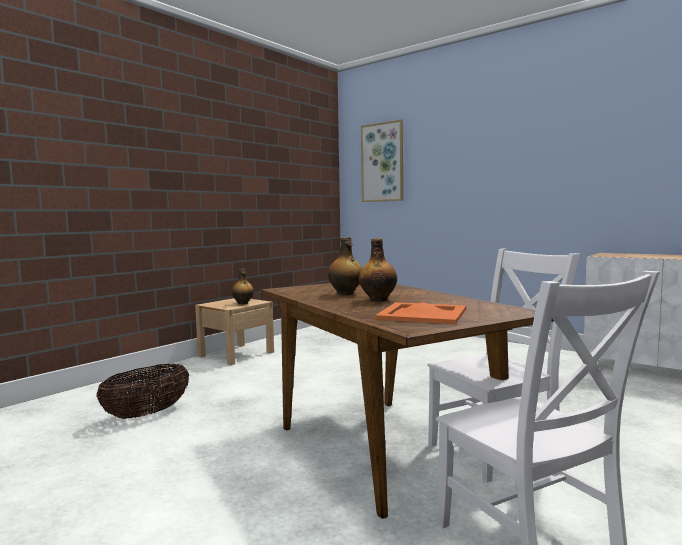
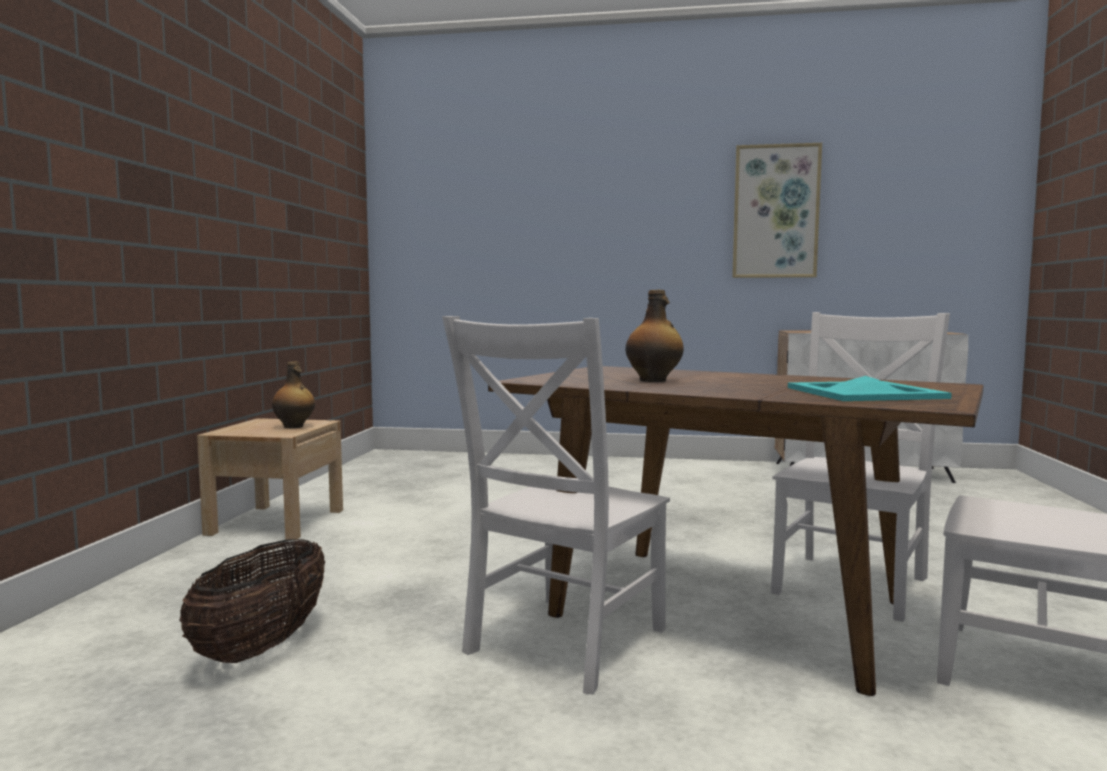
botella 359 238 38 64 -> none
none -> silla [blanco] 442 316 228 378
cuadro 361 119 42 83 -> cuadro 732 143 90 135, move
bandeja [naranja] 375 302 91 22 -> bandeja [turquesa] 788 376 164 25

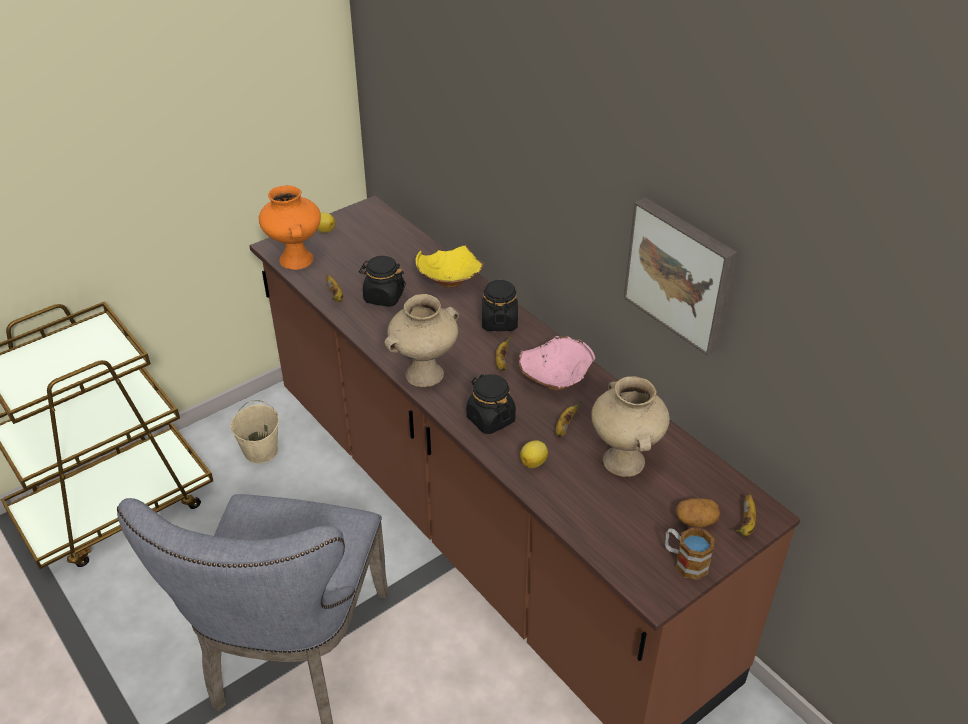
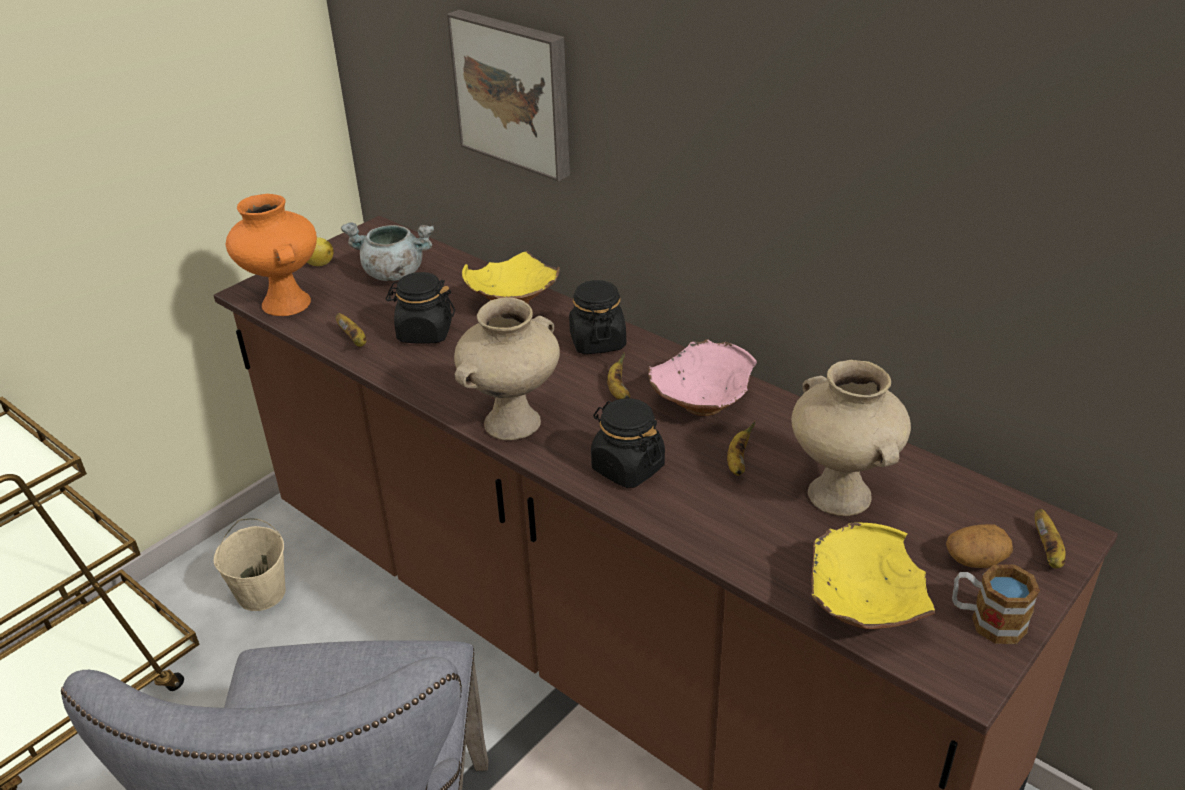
limón 520 440 28 28 -> none
none -> olla [gris] 341 223 93 58
none -> cuenco [amarillo] 812 523 124 106
cuadro 624 197 113 159 -> cuadro 447 10 123 172, move

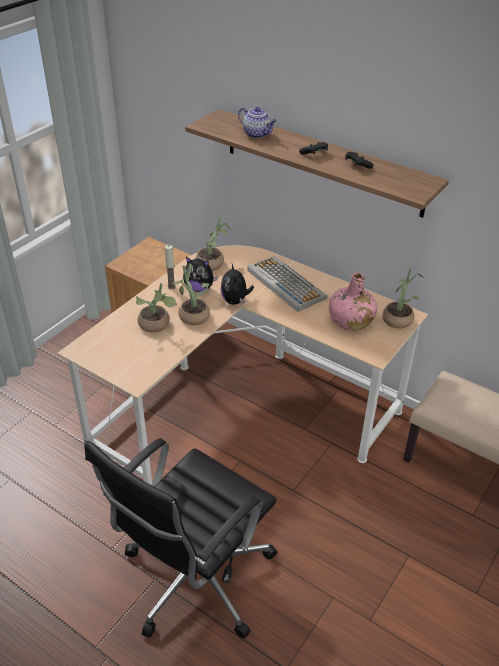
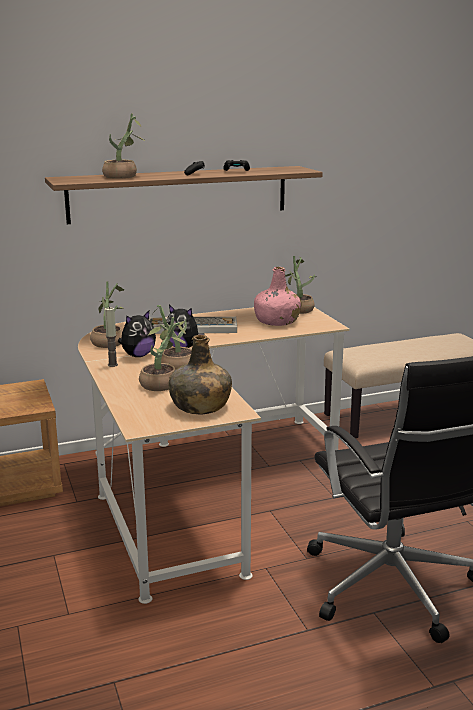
none -> botella [verde] 168 335 64 79
tetera 238 107 39 31 -> planta en maceta 102 113 44 66

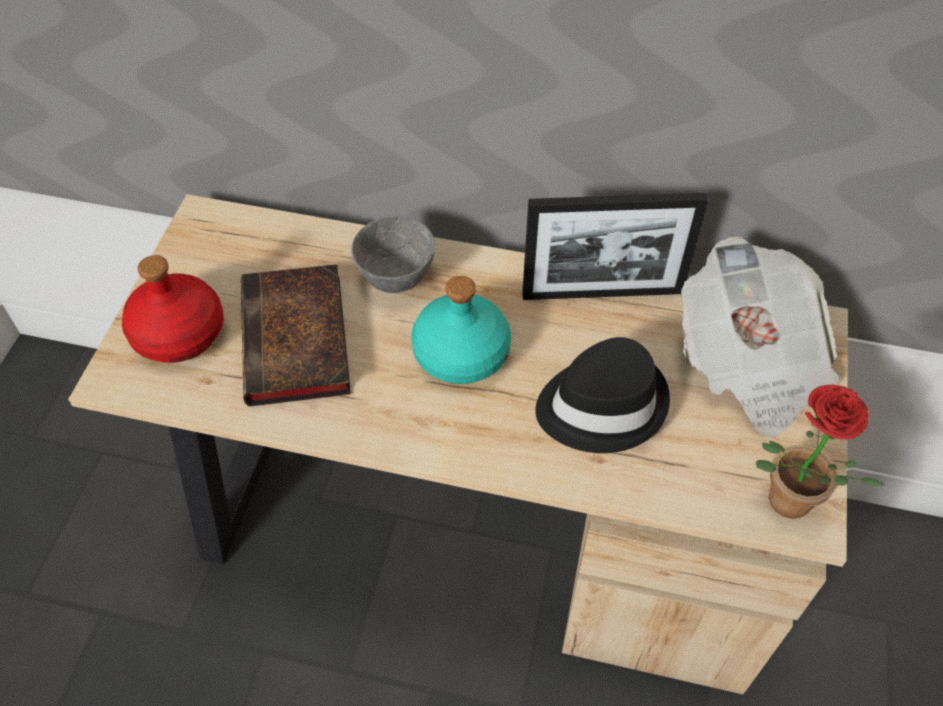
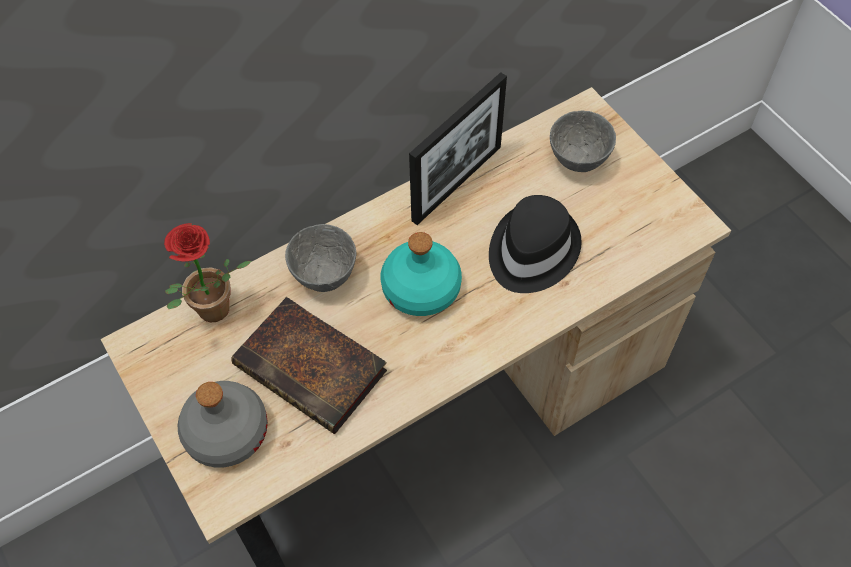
planta en maceta 756 384 130 135 -> planta en maceta 164 223 88 99, move
periódico 681 236 158 202 -> cuenco [gris] 550 111 66 61
botella [rojo] 122 255 102 108 -> botella [gris] 178 381 90 86

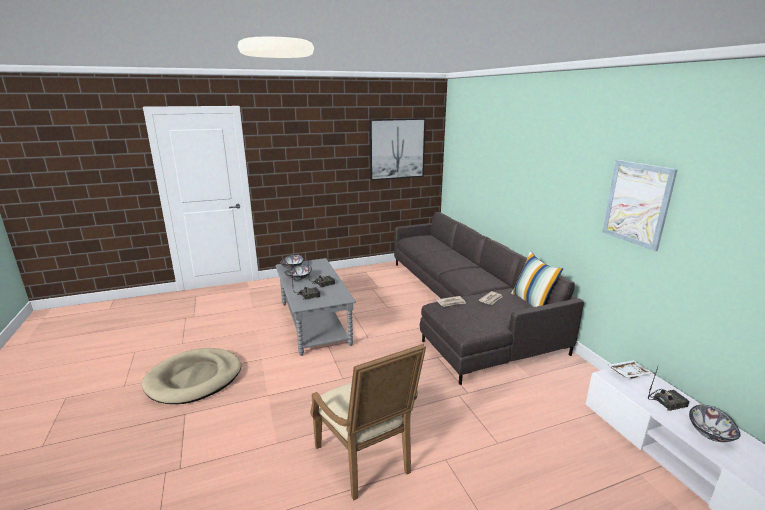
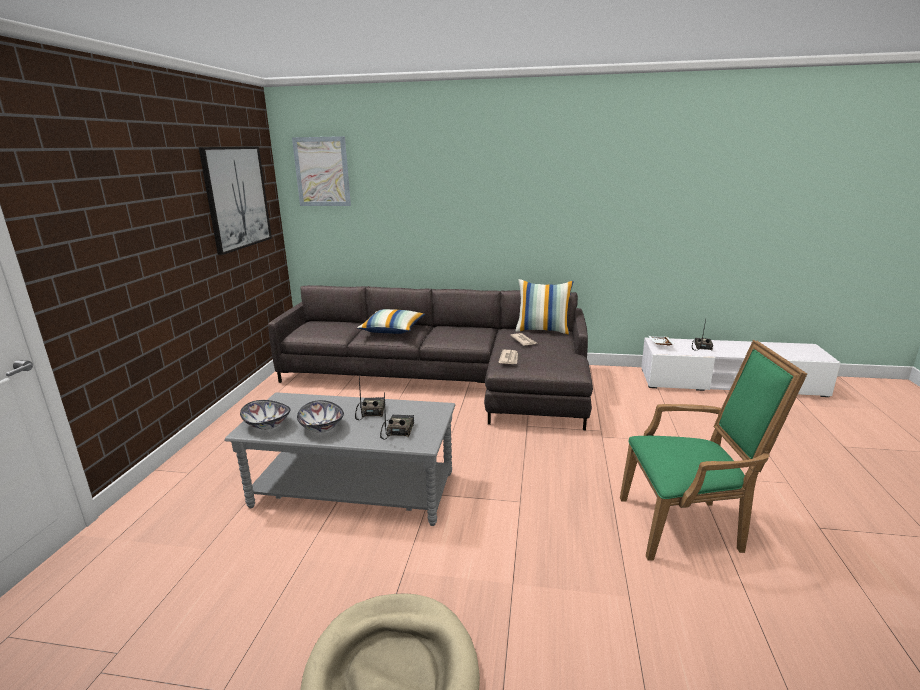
cuenco 689 405 51 37 -> none
none -> cojín 357 309 68 25
cuadro 602 160 76 91 -> cuadro 292 136 59 70, move
sillón [beis] 310 344 116 157 -> sillón [verde] 620 340 187 221

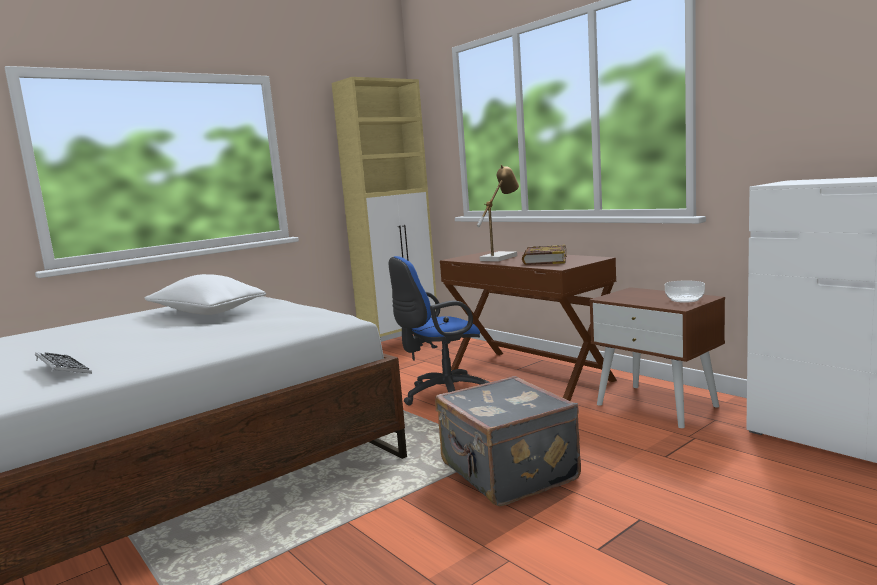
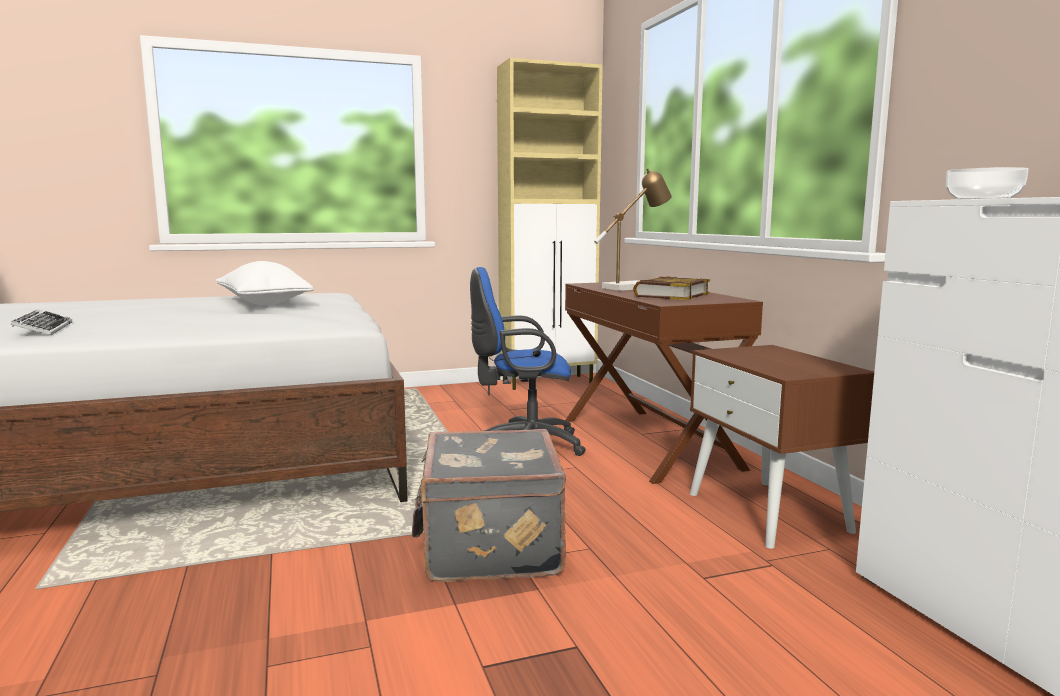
cuenco 665 280 40 23 -> cuenco 946 167 83 33, move

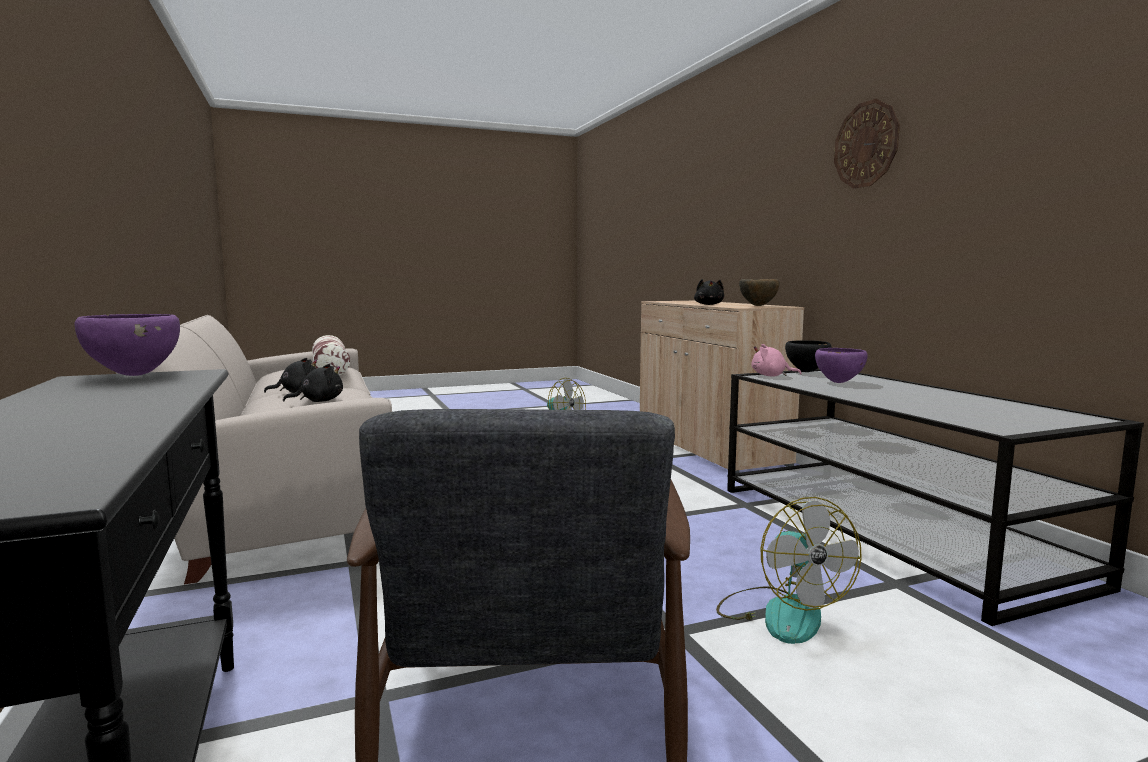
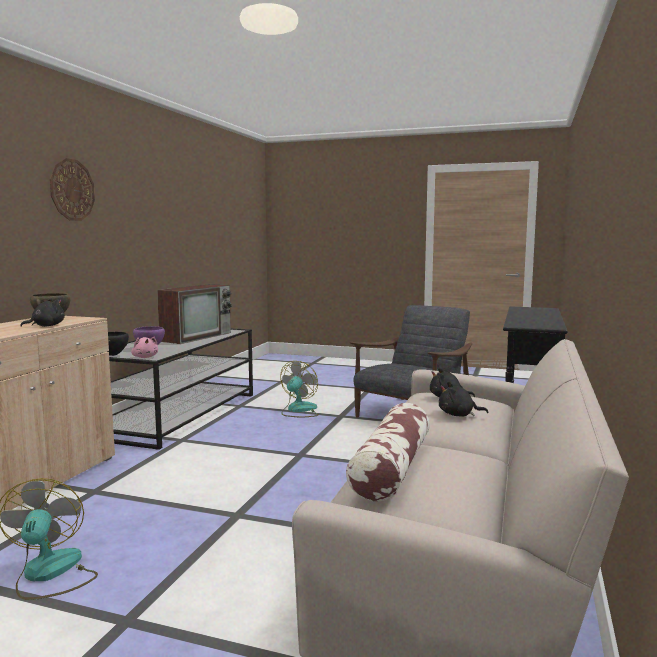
cuenco [morado] 74 314 106 62 -> none
none -> televisor 157 284 75 60

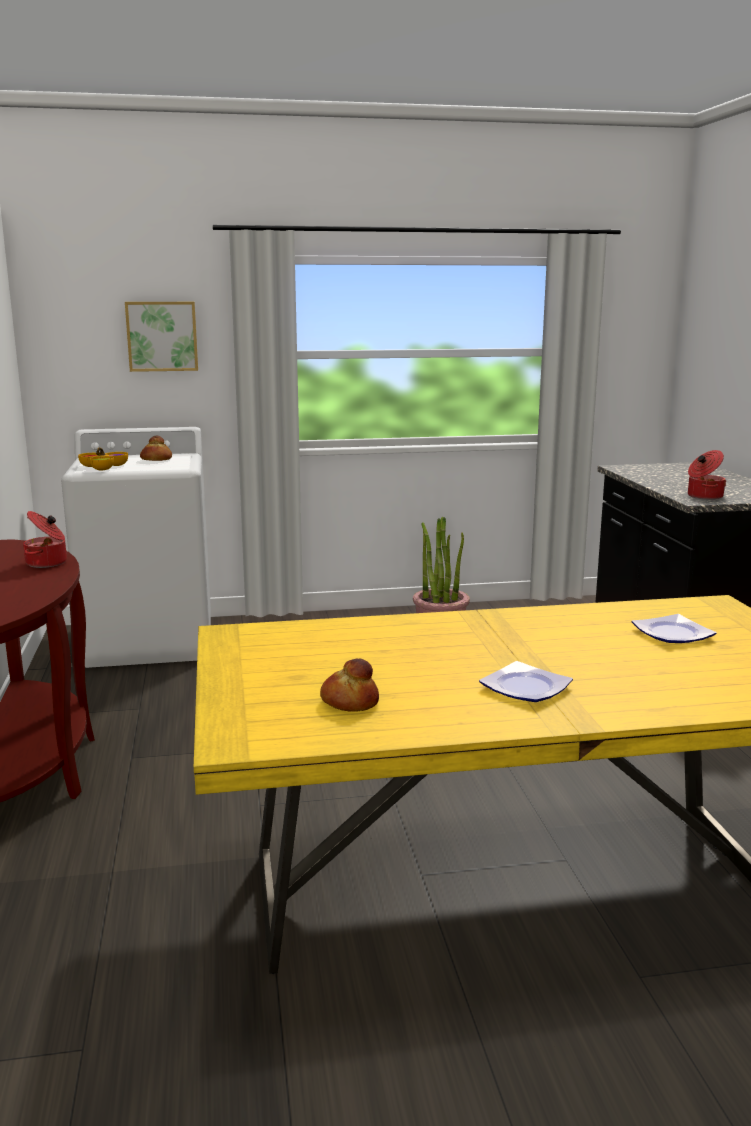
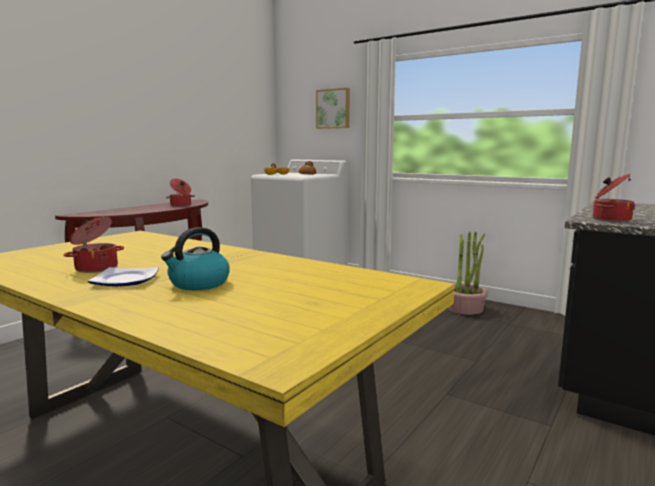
pan 320 659 59 53 -> none
plato 632 614 85 29 -> none
none -> olla 64 217 60 56
none -> hervidor 161 227 69 63

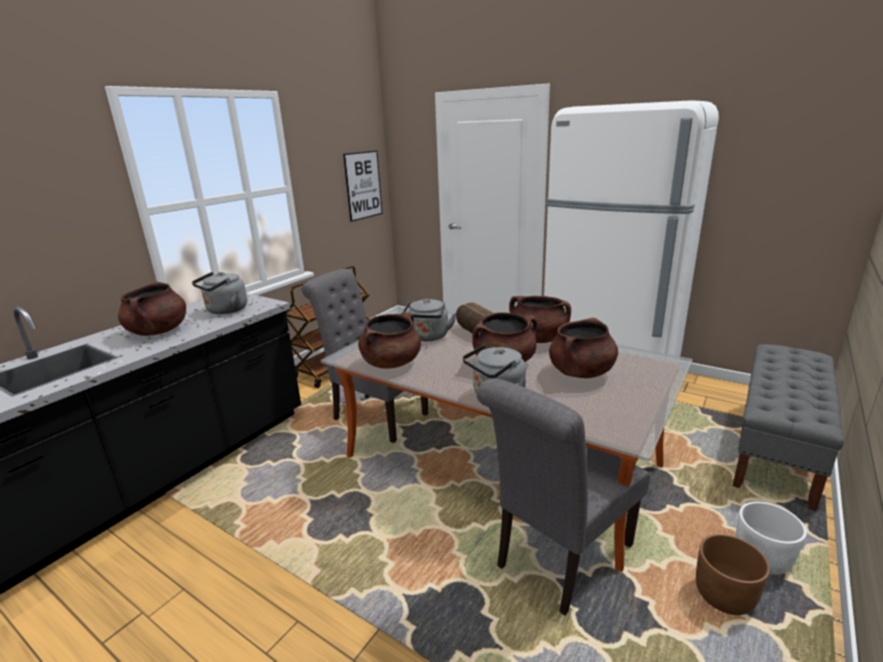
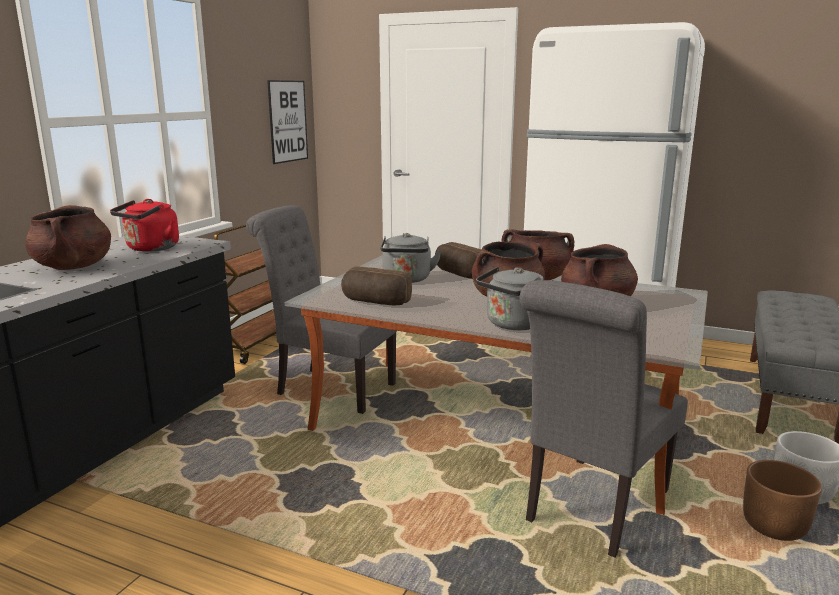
olla [marrón] 358 312 63 56 -> pan 341 266 71 39
hervidor [gris] 192 272 55 42 -> hervidor [rojo] 110 199 69 53

